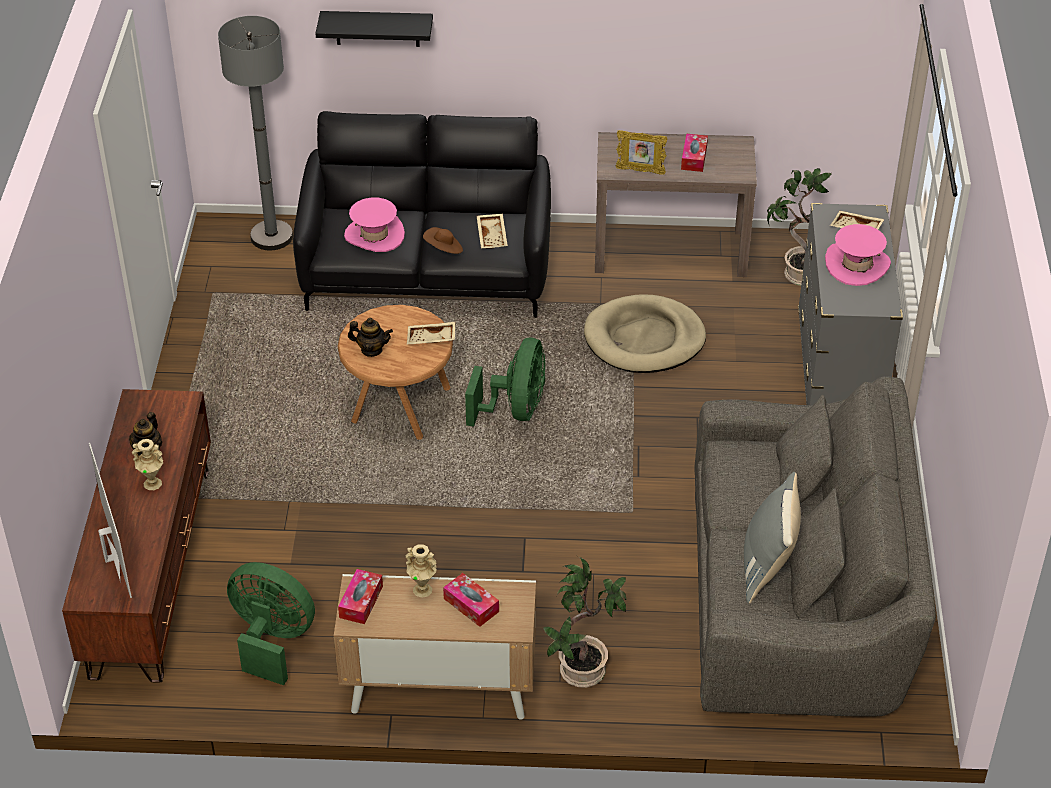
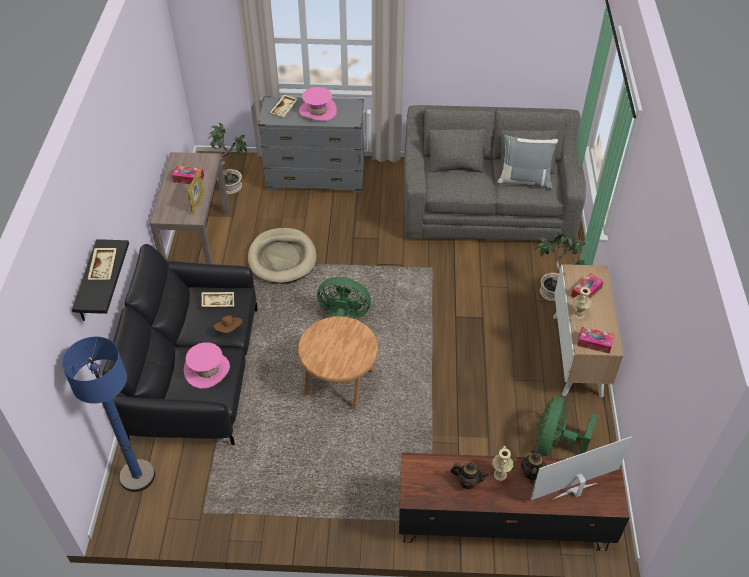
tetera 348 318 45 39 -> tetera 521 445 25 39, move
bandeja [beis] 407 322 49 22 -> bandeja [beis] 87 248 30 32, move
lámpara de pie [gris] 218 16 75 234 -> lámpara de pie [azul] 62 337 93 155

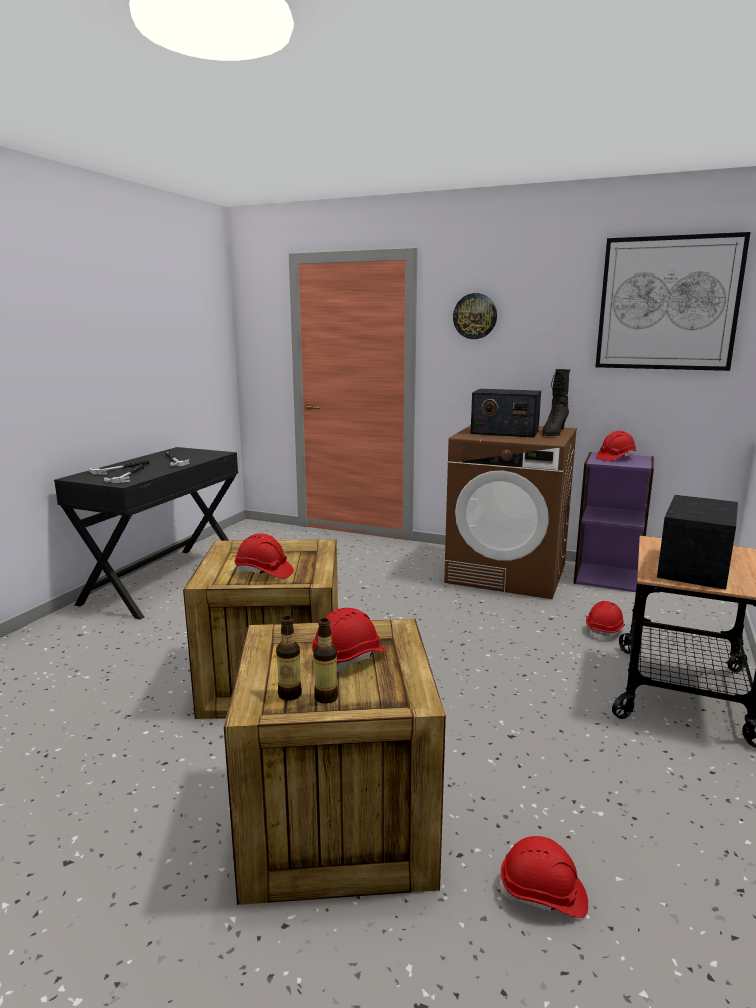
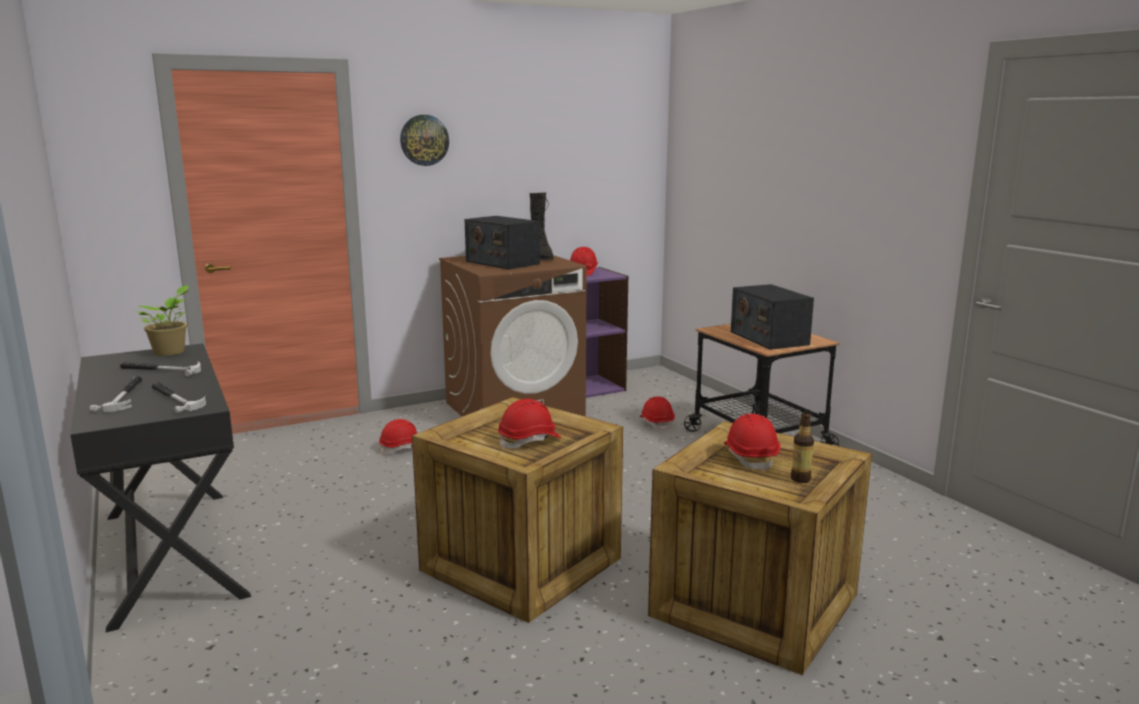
botella 276 616 26 85 -> none
cuadro 595 232 155 139 -> none
none -> planta en maceta 135 285 53 71
casco [rojo] 498 836 90 82 -> casco [rojo] 379 419 38 36, move
radio 471 389 70 48 -> radio 465 216 75 54, 75 degrees clockwise

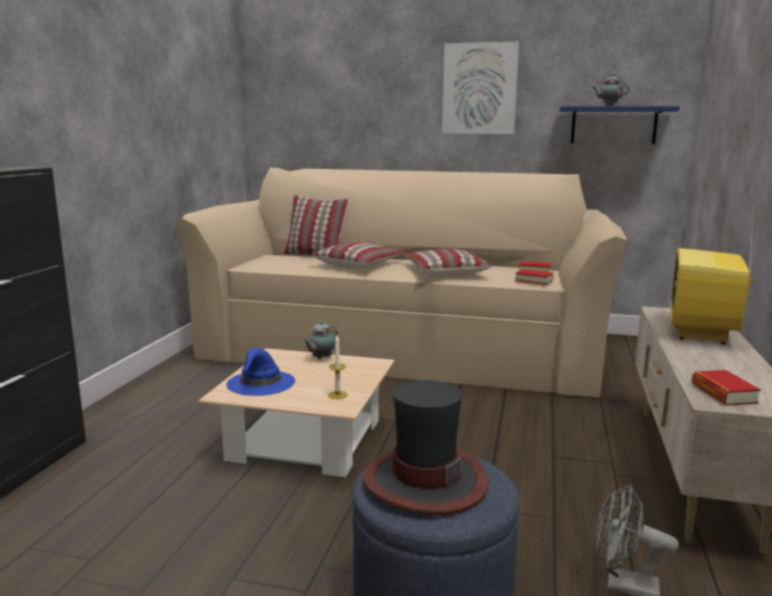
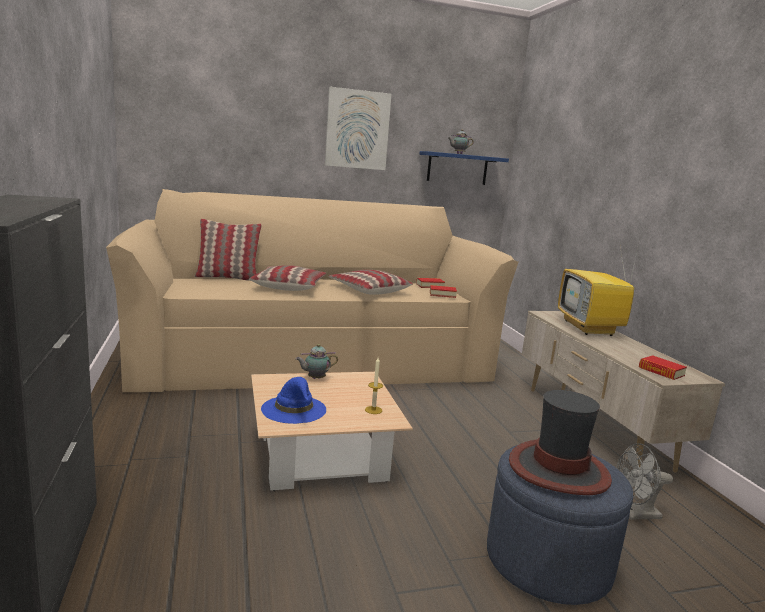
tetera 303 321 35 38 -> tetera 296 344 42 35, 60 degrees clockwise

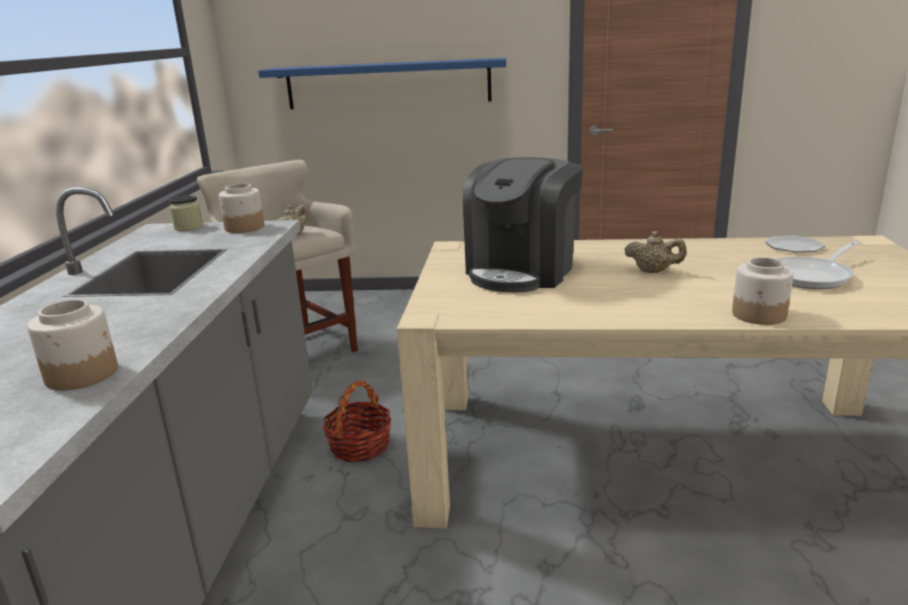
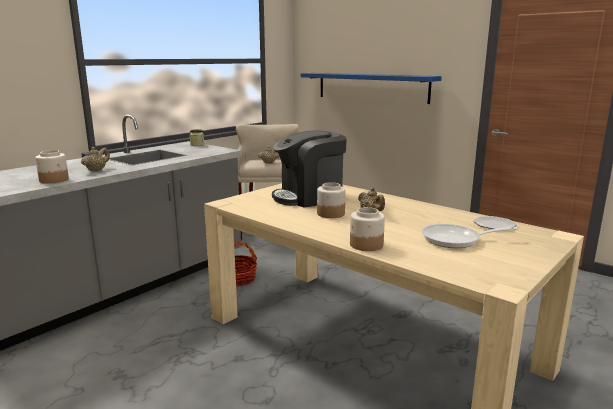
none -> tetera [beis] 81 147 29 25
tarro 219 184 45 49 -> tarro 317 182 29 36, move

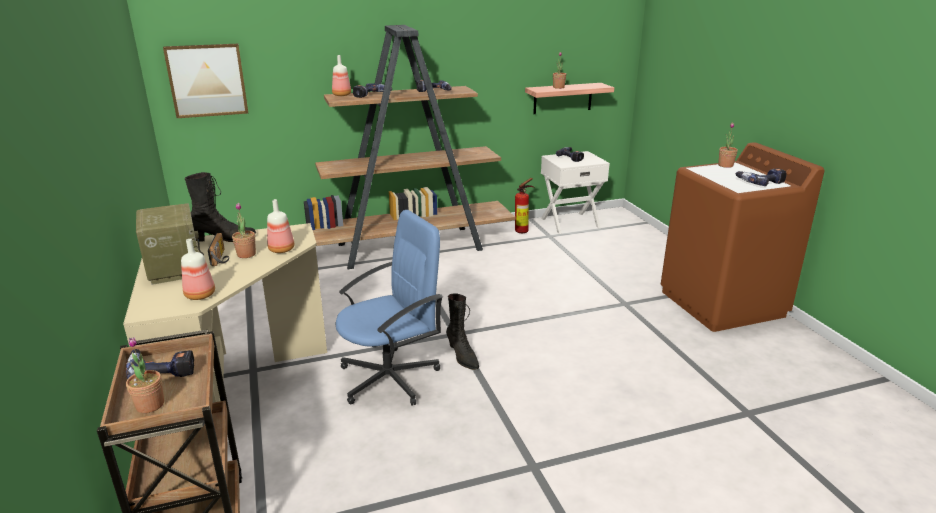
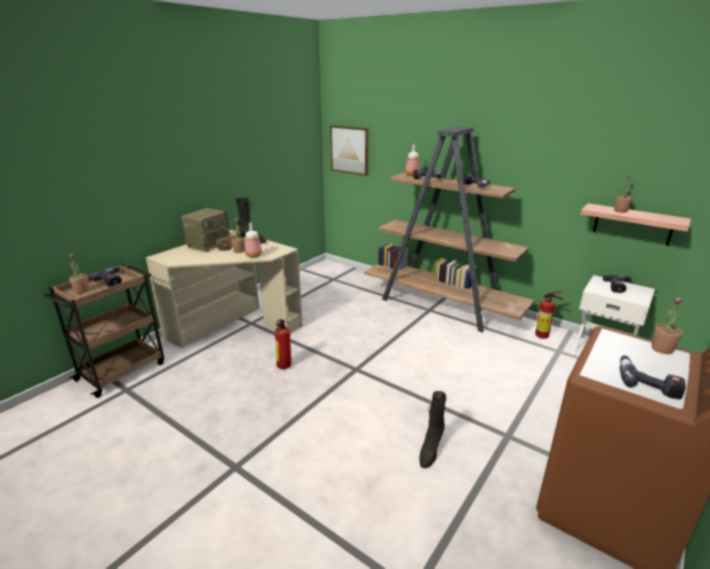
botella 181 239 34 61 -> none
bota [negro] 446 293 33 77 -> bota [negro] 420 391 26 77, move
silla de oficina [azul] 335 210 108 196 -> extintor 275 319 16 50

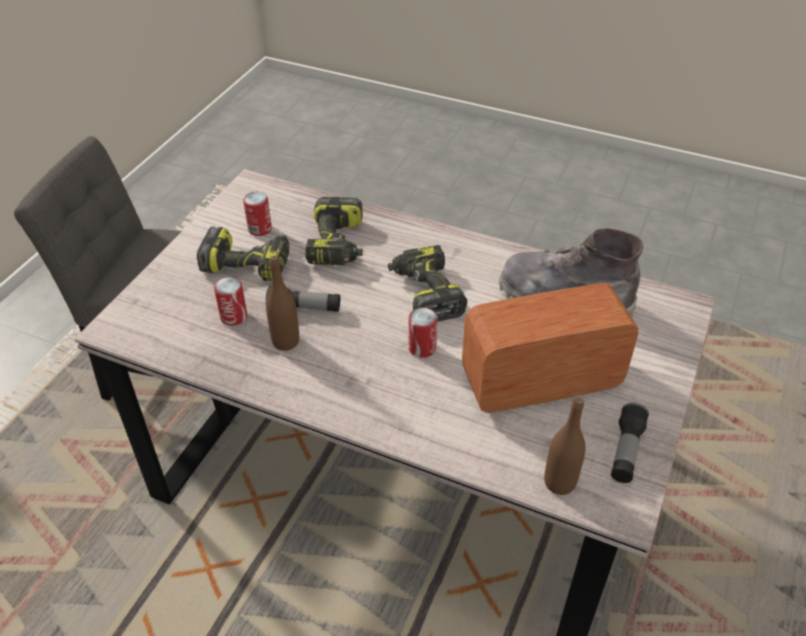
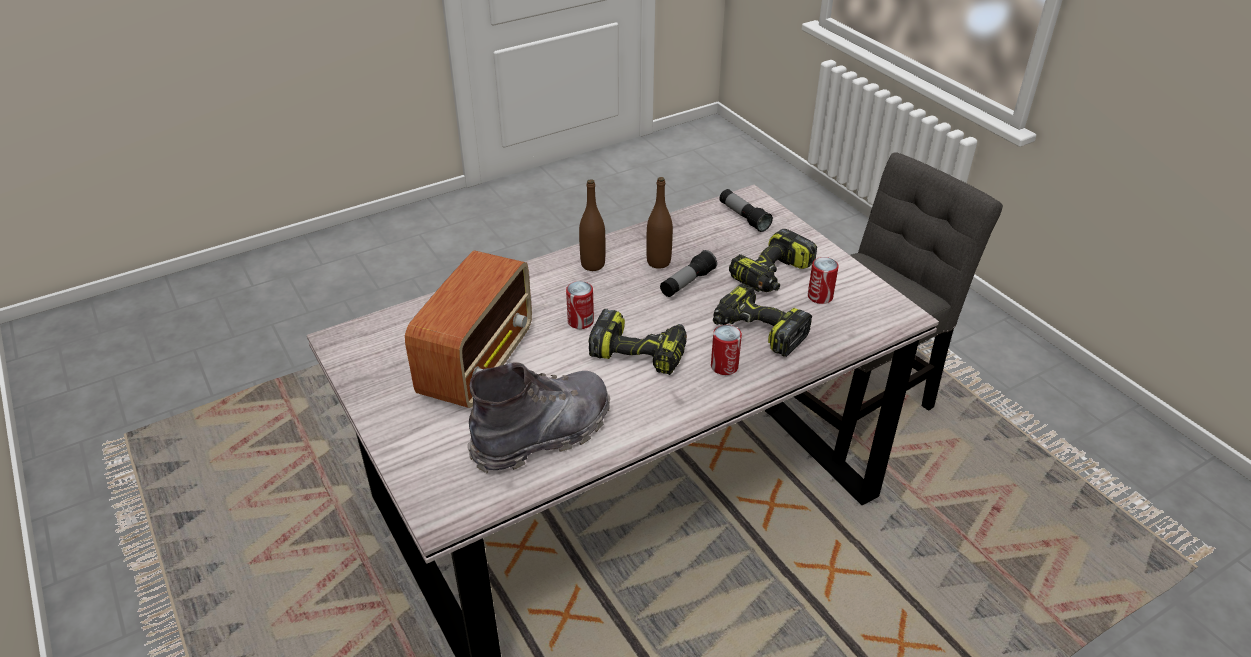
lata 214 277 33 49 -> lata 711 325 31 50, move
botella [marrón] 544 397 41 98 -> botella [marrón] 579 179 26 92, move
linterna 611 403 38 80 -> linterna 719 189 54 43, move

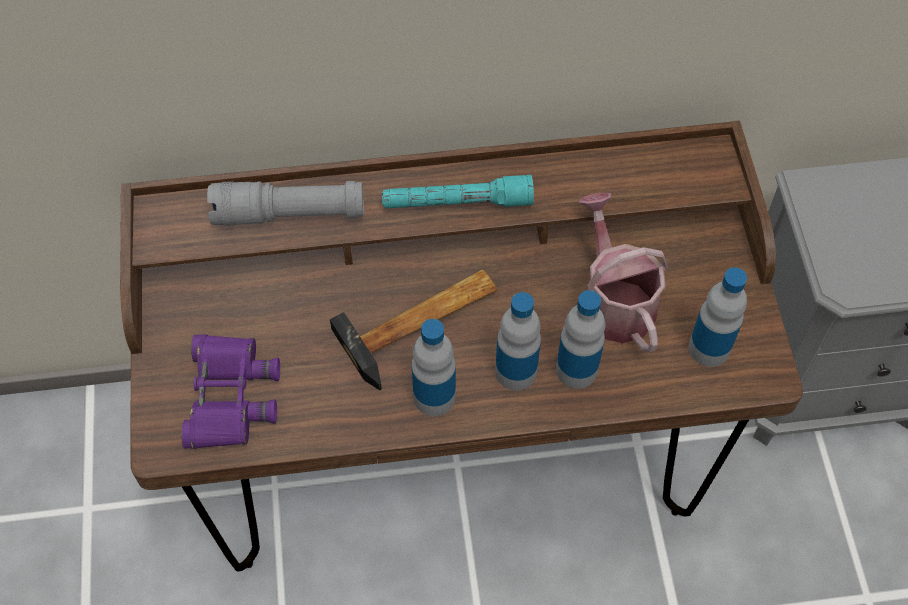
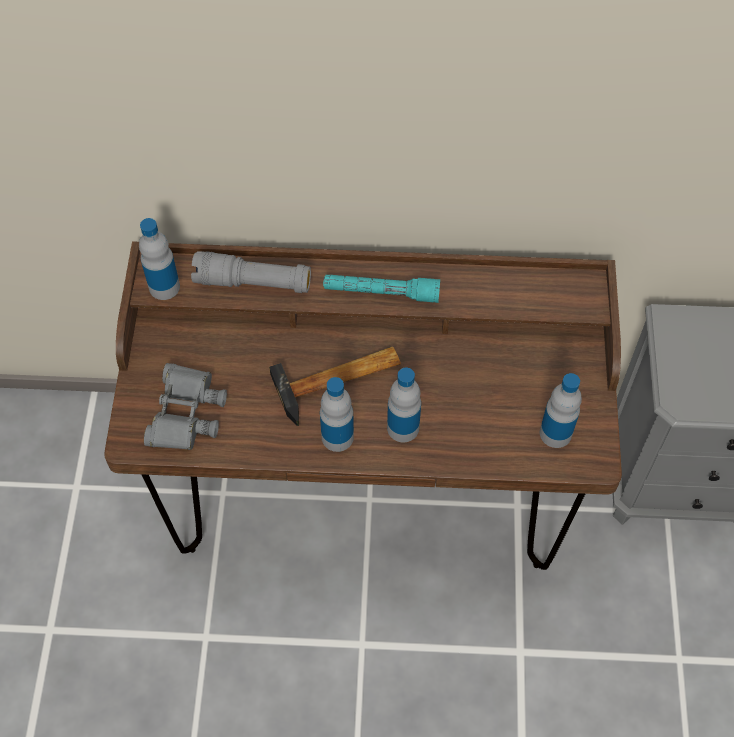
regadera 579 193 89 159 -> none
botella 556 290 49 99 -> botella 139 218 41 82, move
prismáticos [morado] 181 334 99 115 -> prismáticos [gris] 144 363 83 87

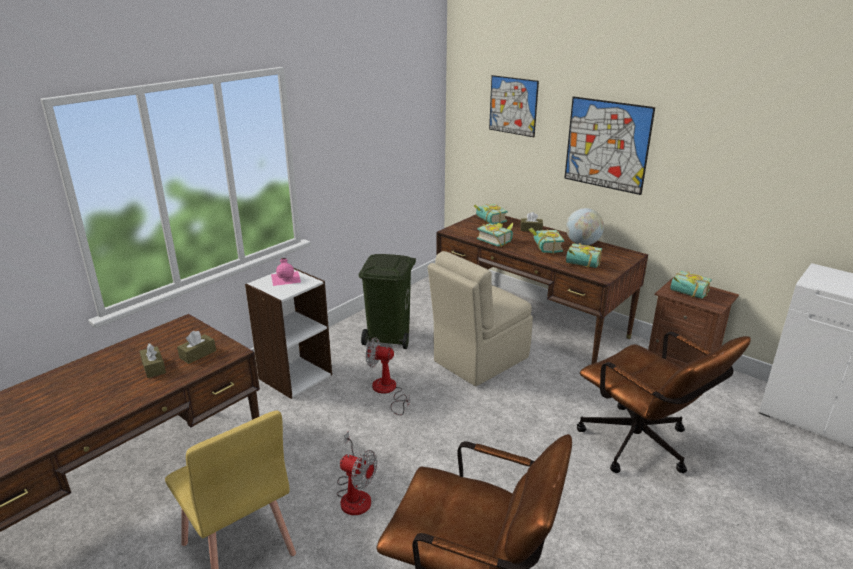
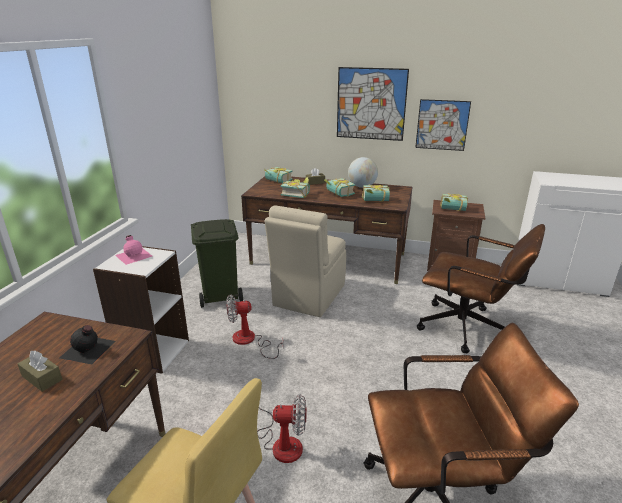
cuadro 489 75 50 62 -> cuadro 415 99 56 52, move
caja de pañuelos [marrón] 177 331 39 33 -> botella [negro] 60 325 56 39

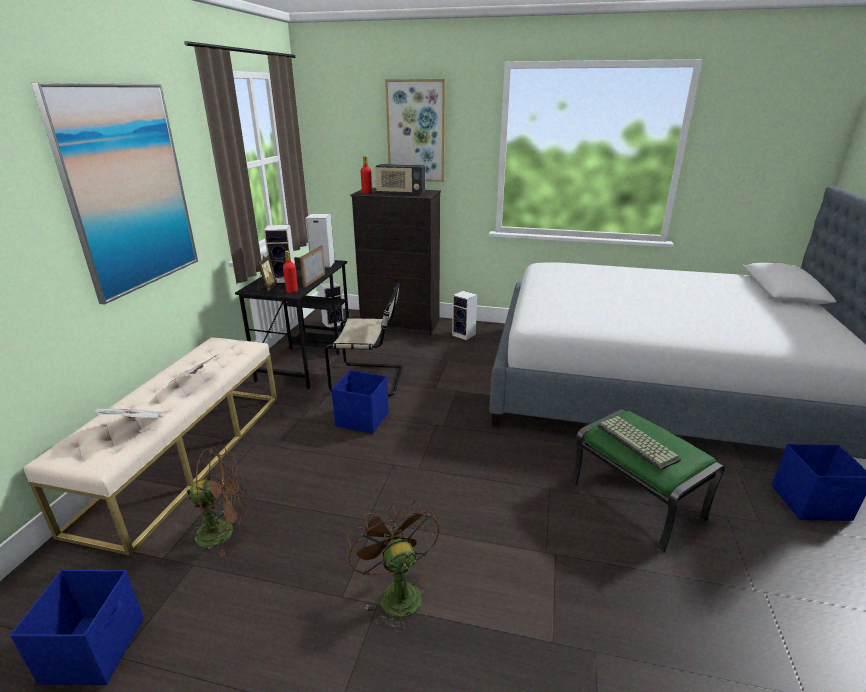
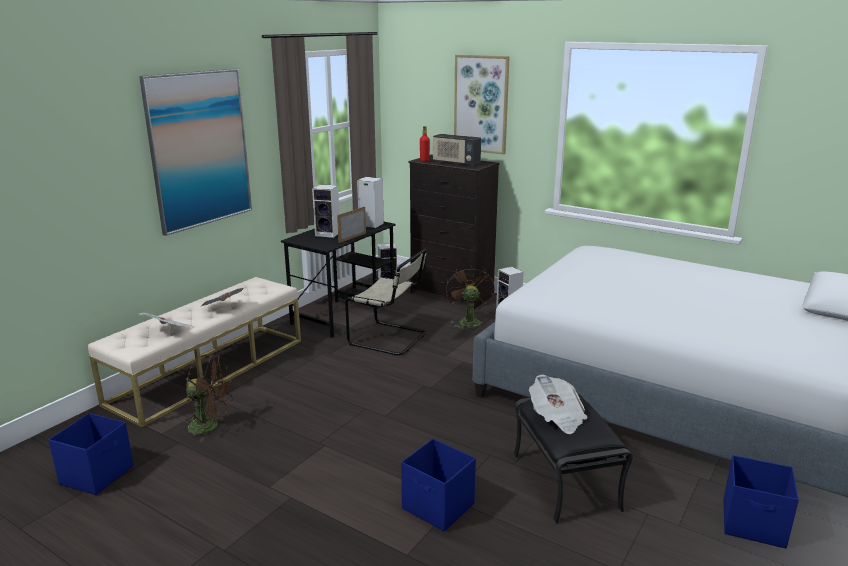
portarretratos 258 255 19 37 -> none
botella [rojo] 283 250 15 43 -> none
caja de almacenaje [azul] 331 370 58 64 -> caja de almacenaje [azul] 401 439 75 92, move
ventilador [marrón] 347 500 93 133 -> ventilador [marrón] 446 265 49 66, move
teclado 597 416 84 54 -> periódico 529 375 59 59
puf [verde] 570 409 155 144 -> puf [negro] 514 393 119 131

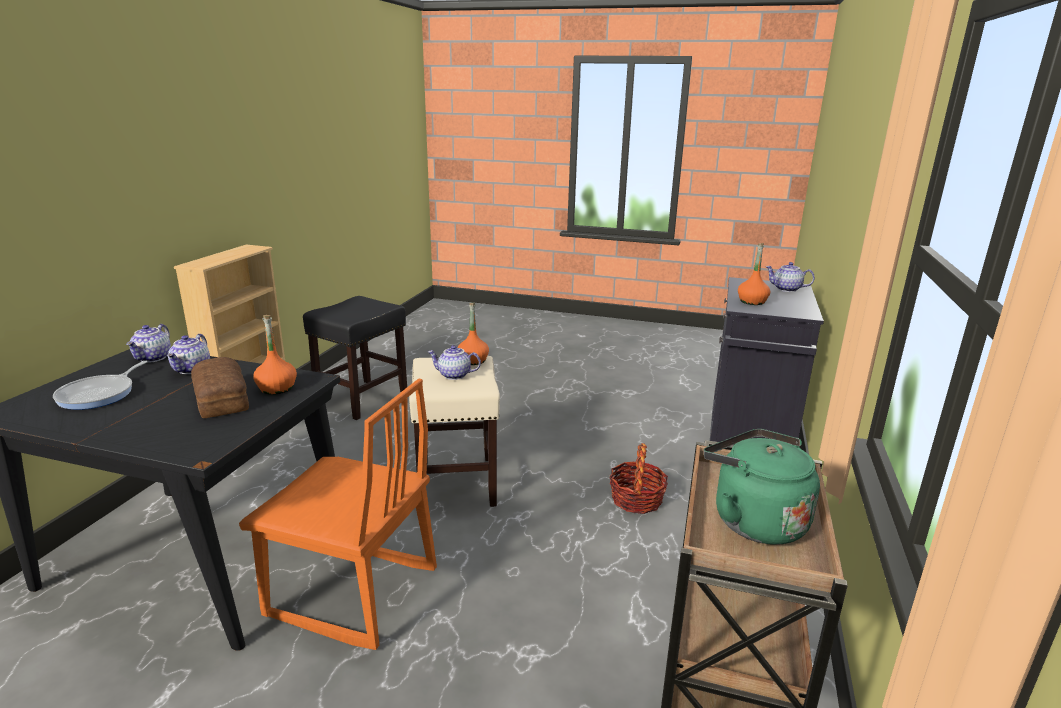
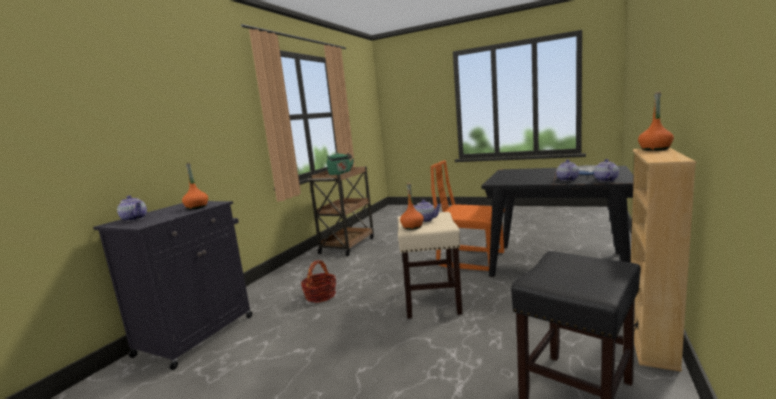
pan 191 357 58 61 -> none
botella [naranja] 253 315 44 80 -> botella [naranja] 638 92 36 59, move

